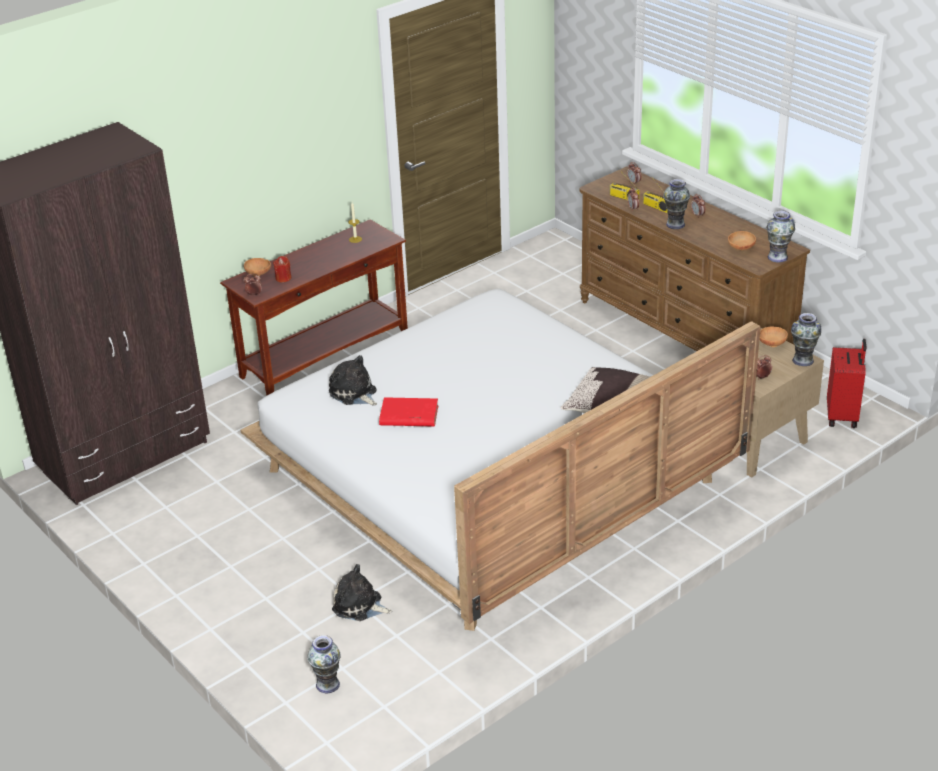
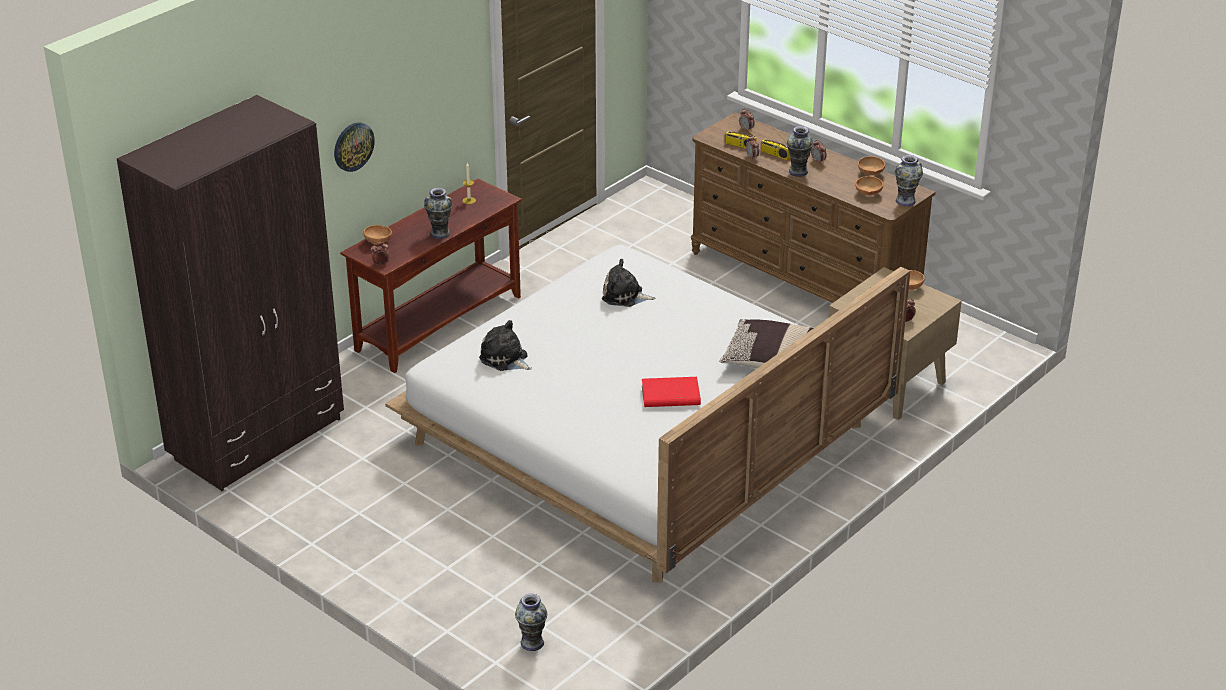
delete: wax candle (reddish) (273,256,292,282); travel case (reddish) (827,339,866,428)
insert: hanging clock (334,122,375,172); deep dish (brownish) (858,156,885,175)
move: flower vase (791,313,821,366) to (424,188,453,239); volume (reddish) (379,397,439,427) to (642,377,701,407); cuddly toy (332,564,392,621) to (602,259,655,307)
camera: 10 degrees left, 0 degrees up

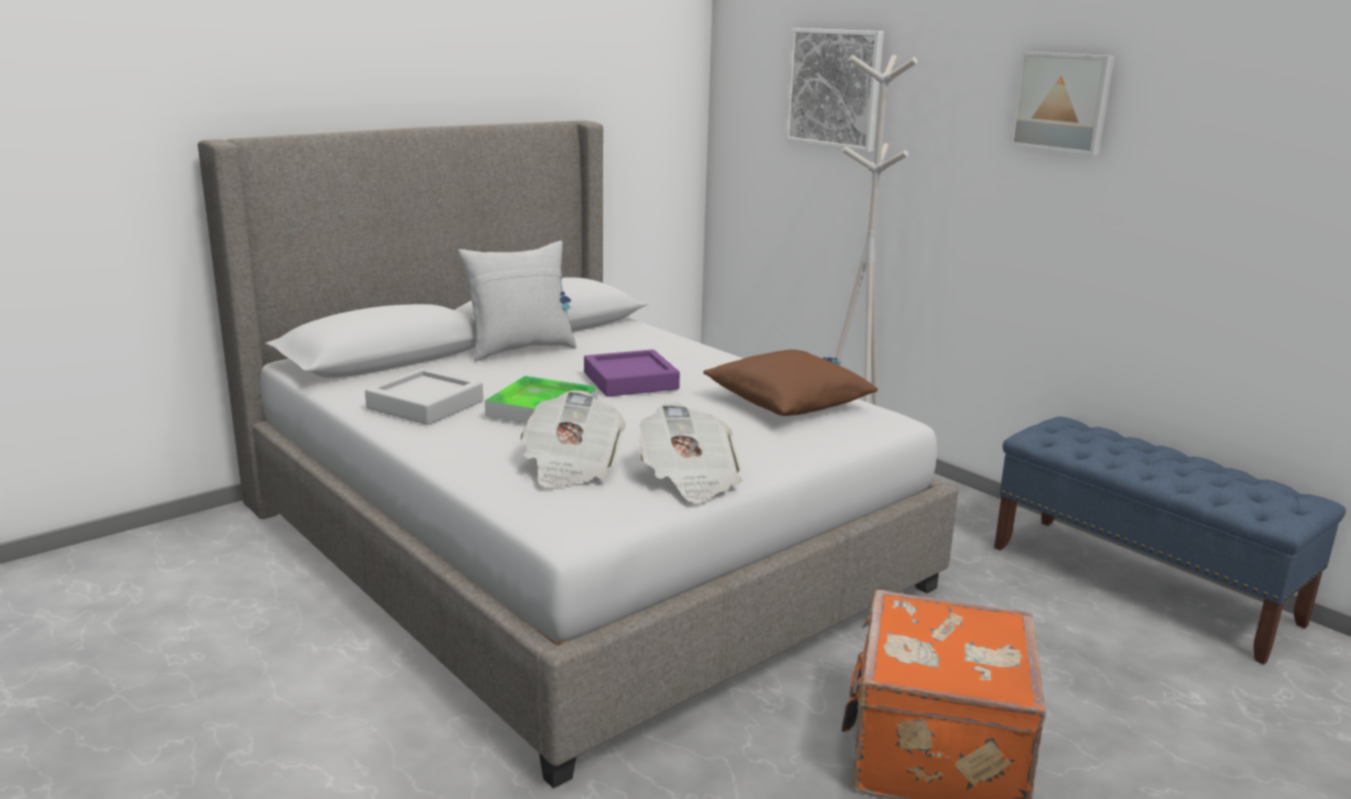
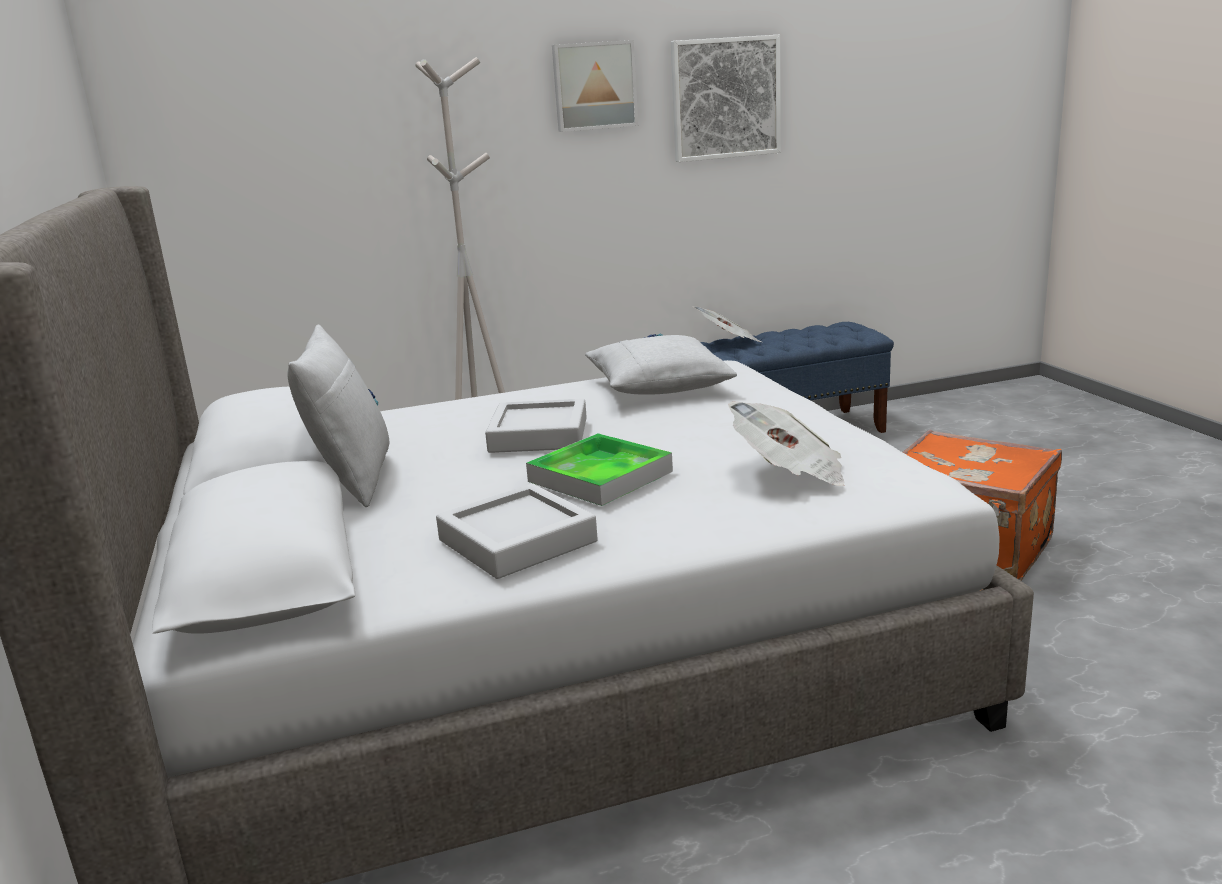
move: wall picture (785,28,884,152) to (671,35,781,162); newspaper (639,403,742,503) to (692,306,761,342)
recolor: serving tray (purplish) (584,349,680,397) to serving tray (grey) (485,399,587,453); cushion (brownish) (703,350,878,416) to cushion (grey) (585,334,737,395)
camera: 65 degrees left, 0 degrees up

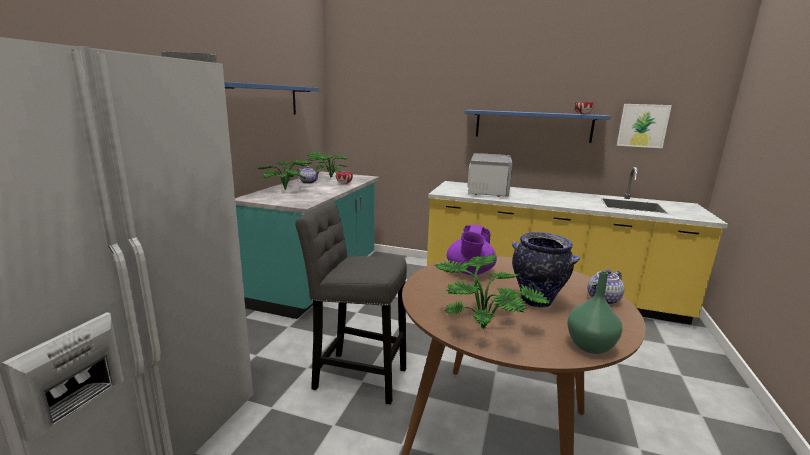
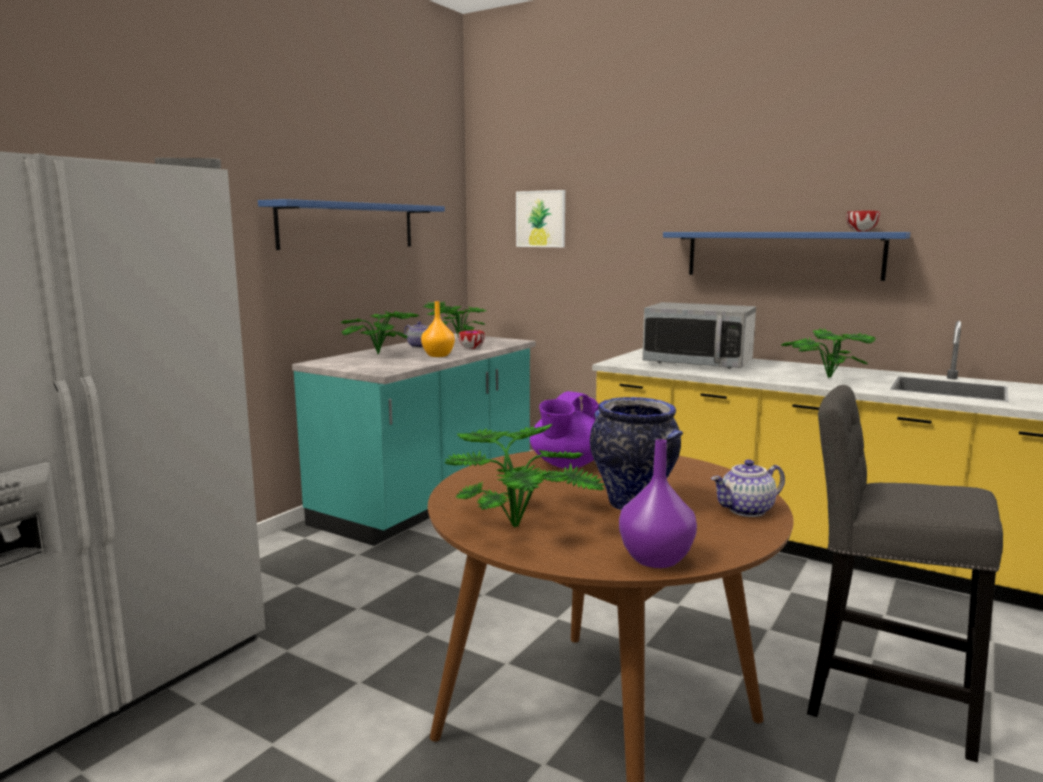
insert: flower vase (orangey) (421,301,455,357); potted plant (781,328,875,378)
move: wall picture (617,104,672,148) to (516,190,565,247); stool seat (grey) (295,202,407,405) to (807,385,1003,762)
recolor: flower vase (green-coloured) (567,271,622,354) to flower vase (purplish) (619,439,697,568)
rotate: kitchen microwave (467,153,513,197) = (642,302,756,369) 90 degrees clockwise
camera: 15 degrees right, 5 degrees down

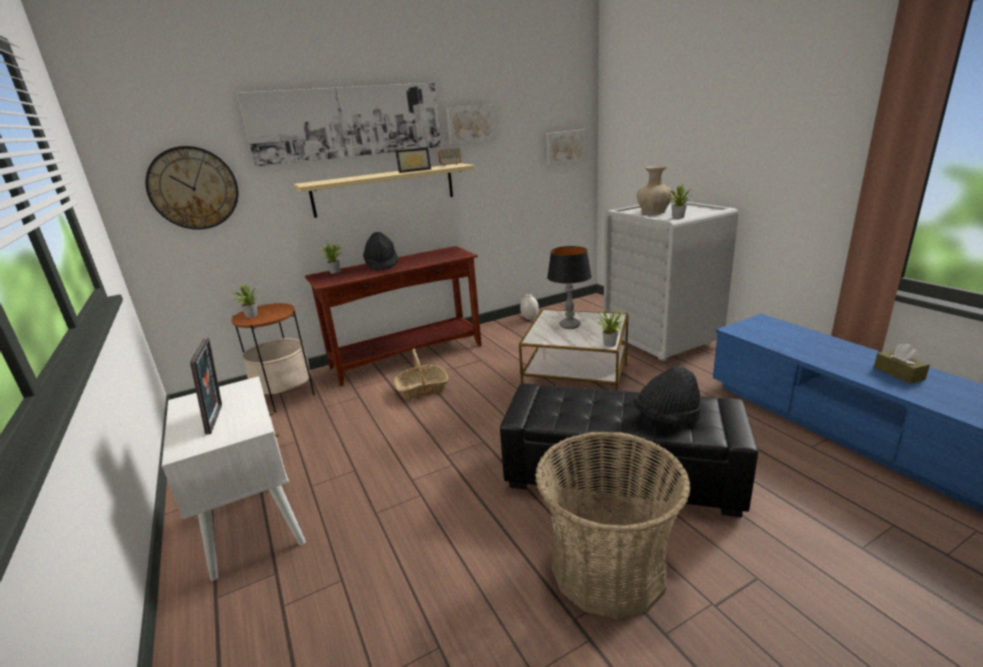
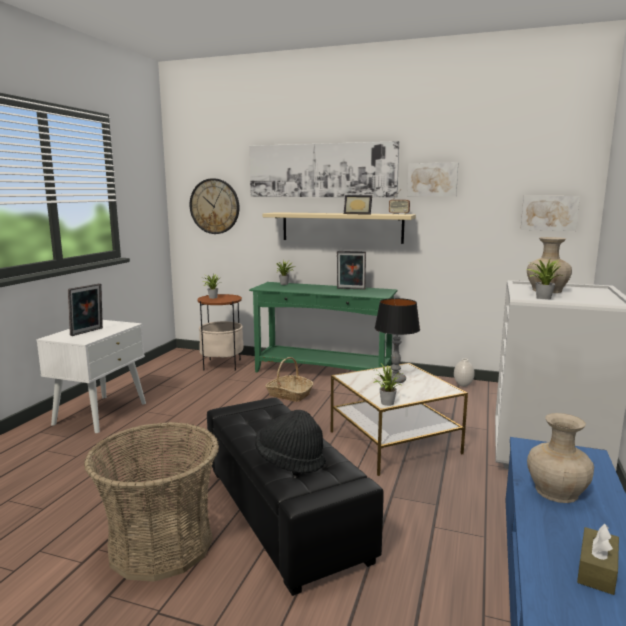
delete: clothing hat (blackish) (363,232,399,270)
insert: picture frame (337,251,366,290); flower vase (beige) (527,413,594,503)
recolor: narrow table (brownish) (305,246,482,386) to narrow table (green-coloured) (249,282,398,372)
camera: 45 degrees right, 10 degrees down

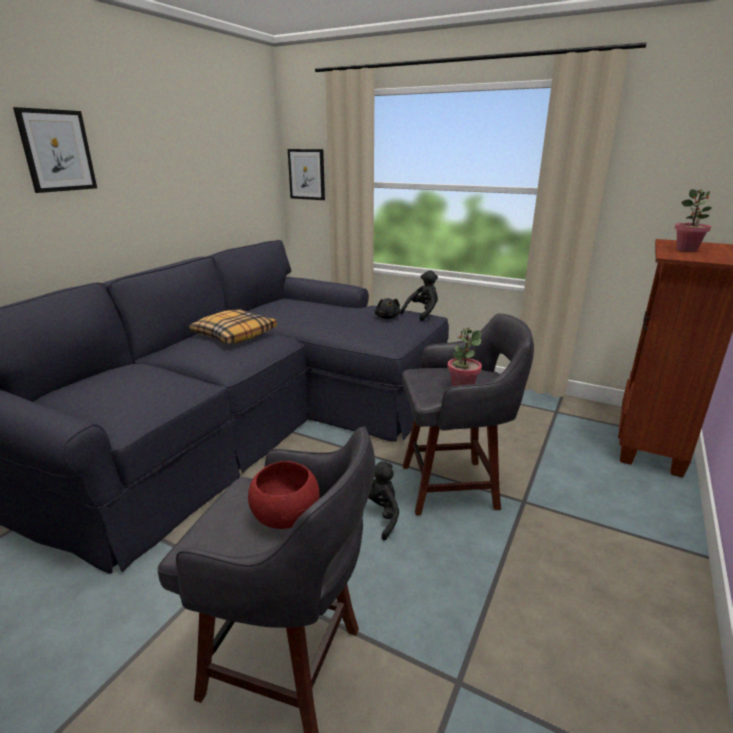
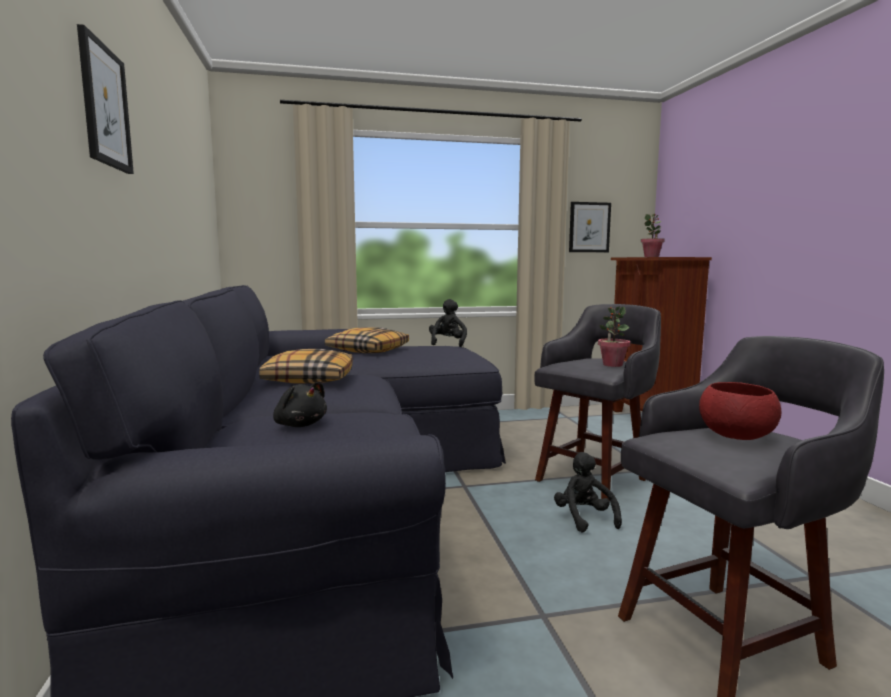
insert: cushion (325,327,409,353)
move: wall picture (288,149,325,200) to (569,202,611,252); cuddly toy (blackish) (375,298,400,319) to (273,381,327,427)
camera: 40 degrees left, 15 degrees down

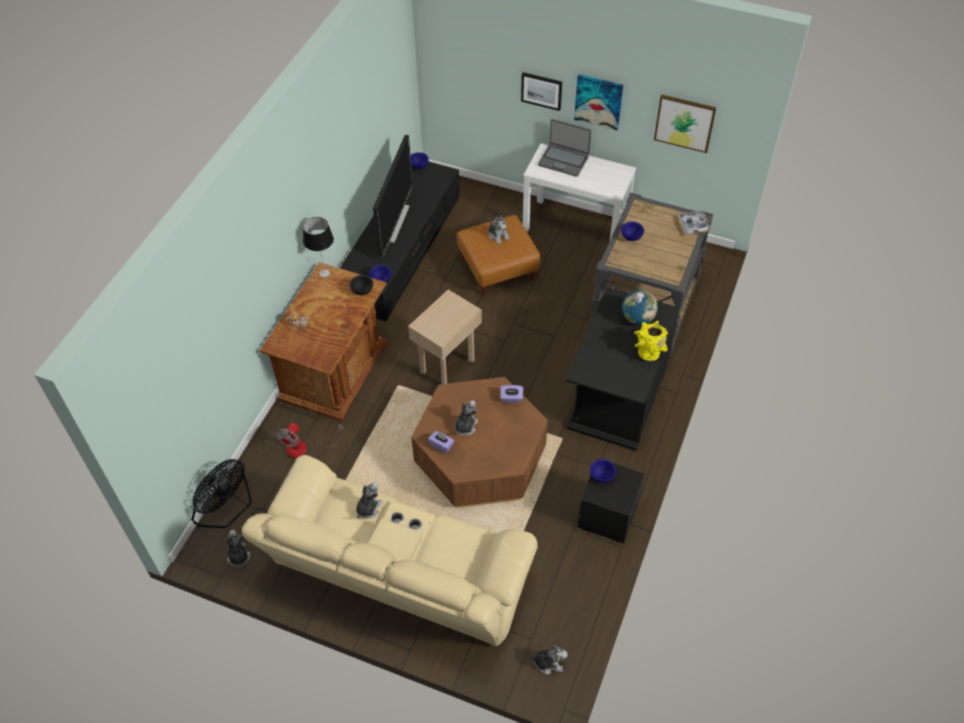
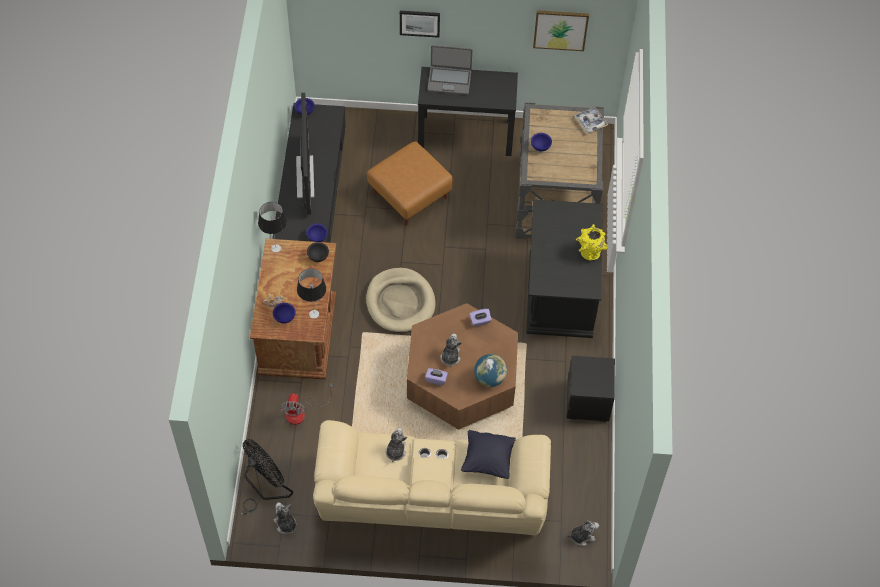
delete: wall picture (574,74,623,131); cuddly toy (488,215,510,244)
insert: table lamp (297,268,326,319); cushion (blackish) (461,430,516,479)
move: globe (622,290,658,325) to (474,354,507,387); deep dish (blue-coloured) (590,459,616,483) to (273,303,295,323)
replace: accent table (beige) (408,289,482,384) to dog bed (beige) (366,268,436,332)
recolor: narrow table (whitish) (523,143,636,239) to narrow table (blackish) (418,67,518,156)
rotate: fan (blackish) (191,459,267,528) = (243,439,293,515) 120 degrees clockwise
camera: 20 degrees left, 5 degrees up

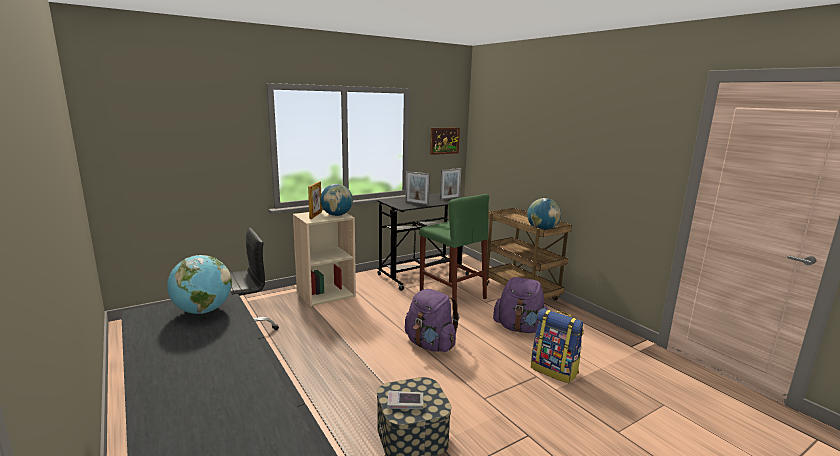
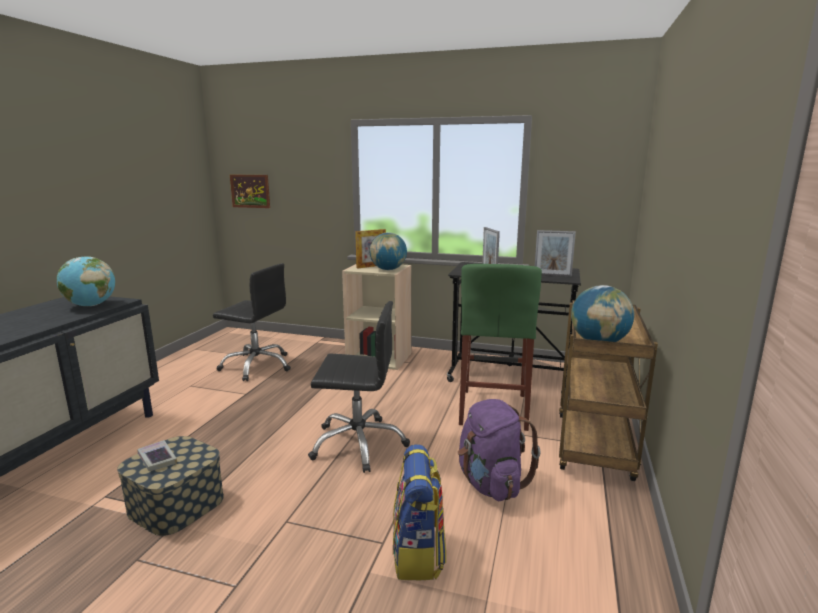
move: wall picture (430,127,460,155) to (230,175,270,208)
replace: knapsack (purplish) (405,289,459,352) to computer chair (blackish) (308,301,410,473)
camera: 50 degrees right, 0 degrees up

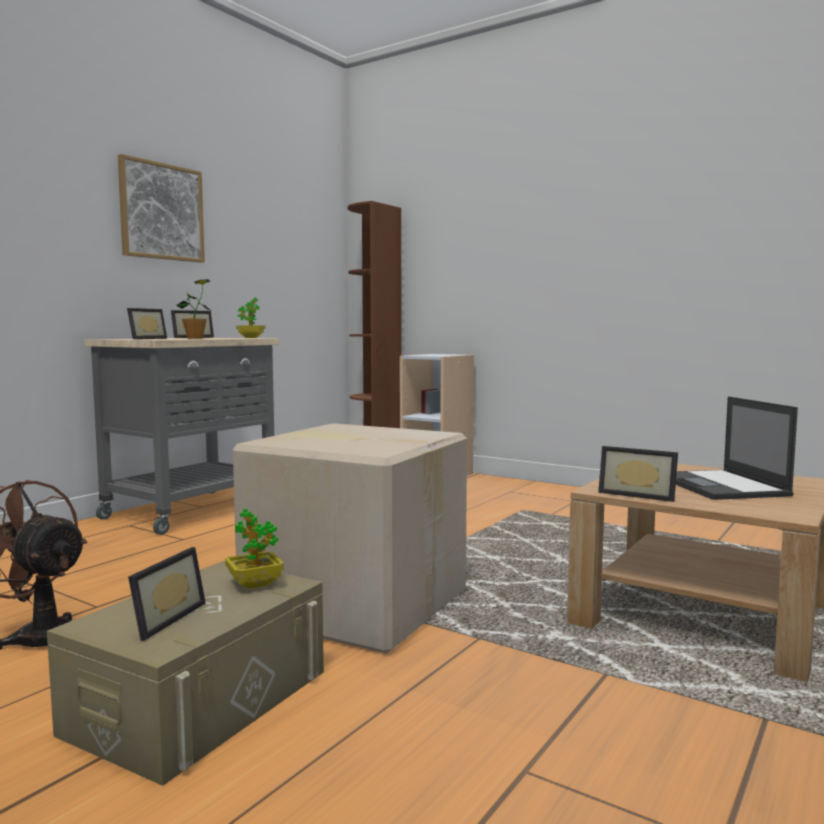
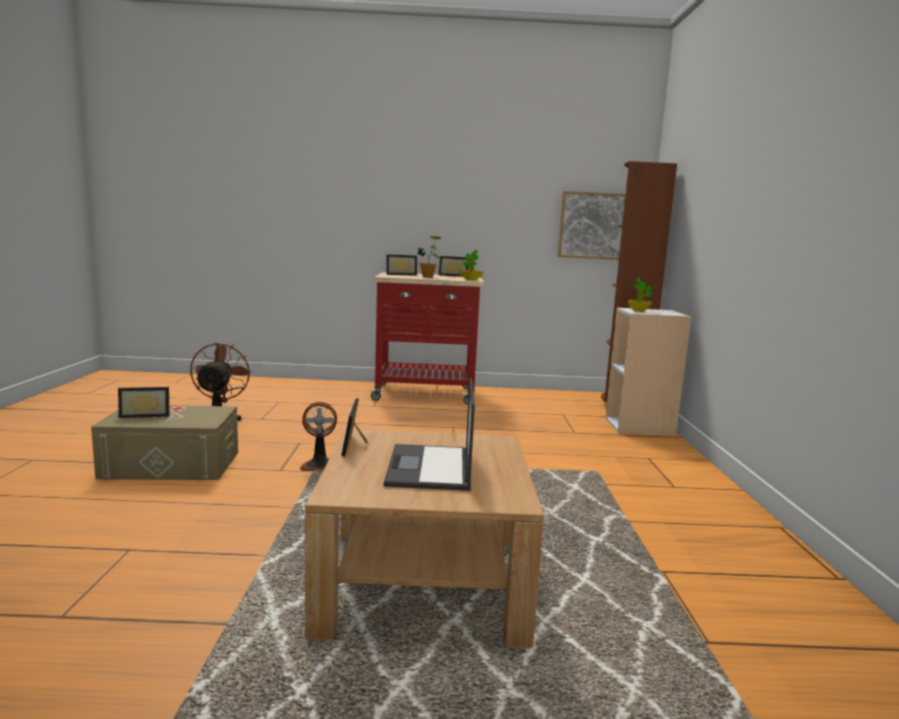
move: wall picture (118,154,205,263) to (557,191,626,260); potted plant (225,508,284,589) to (628,278,652,312)
replace: carton (233,423,467,654) to fan (300,402,337,471)
recolor: cart (grey) (85,338,279,535) to cart (reddish) (371,272,484,405)
rotate: laptop (676,396,798,500) = (384,378,475,491) 45 degrees counterclockwise
camera: 55 degrees right, 5 degrees up

